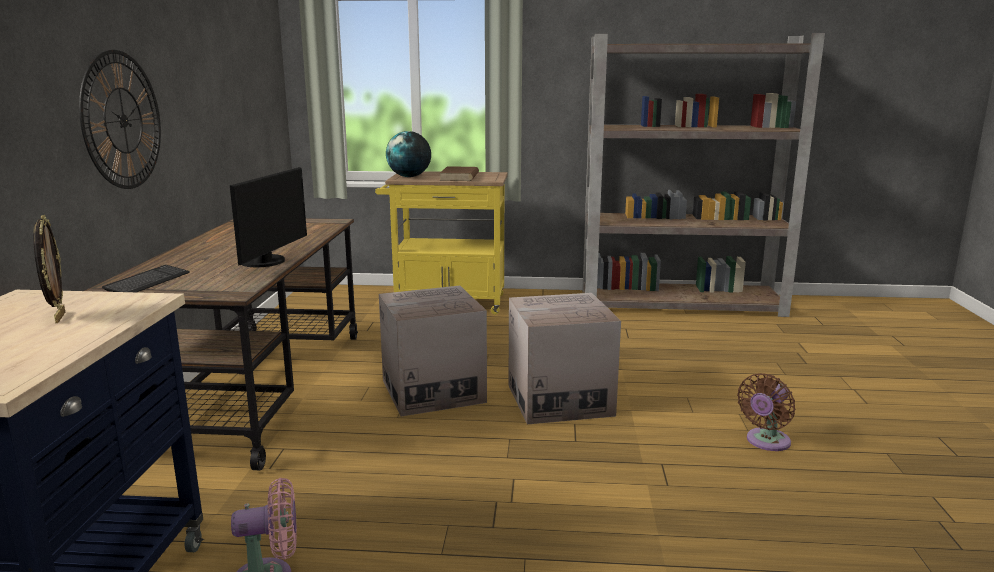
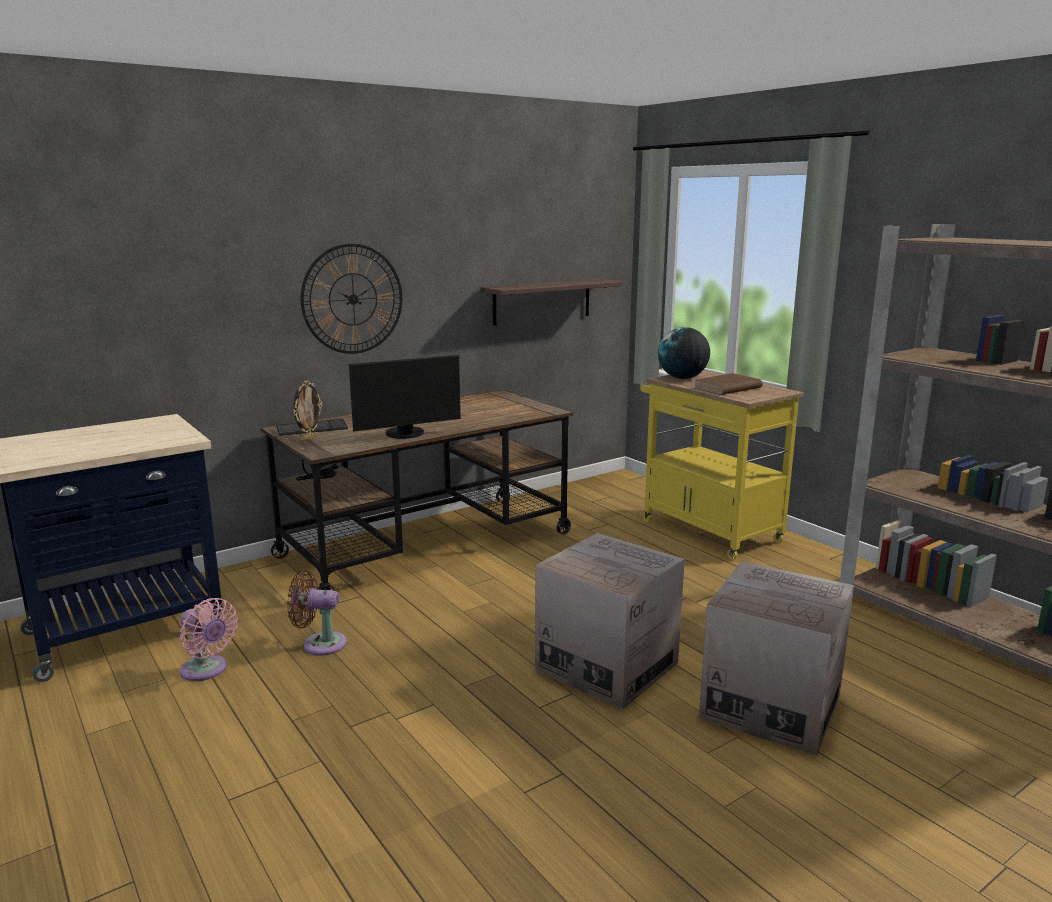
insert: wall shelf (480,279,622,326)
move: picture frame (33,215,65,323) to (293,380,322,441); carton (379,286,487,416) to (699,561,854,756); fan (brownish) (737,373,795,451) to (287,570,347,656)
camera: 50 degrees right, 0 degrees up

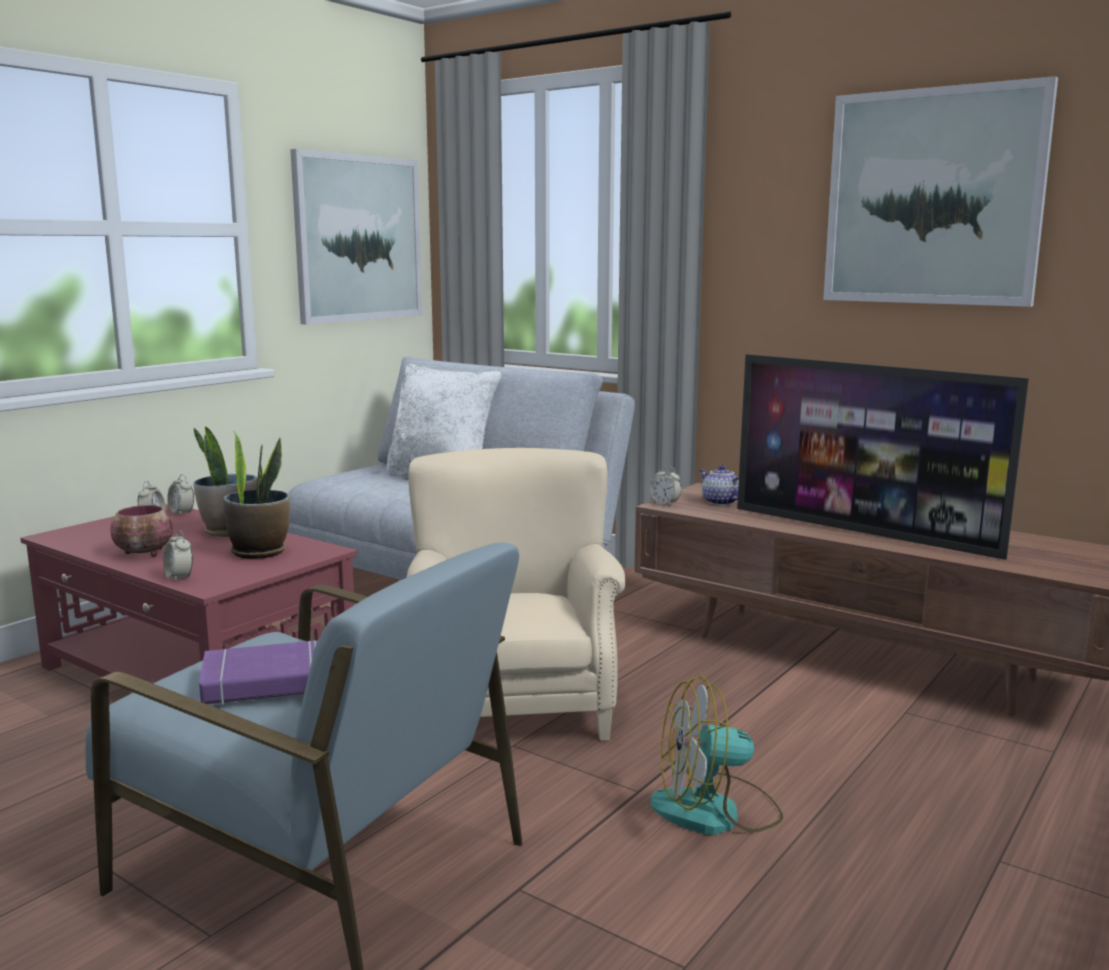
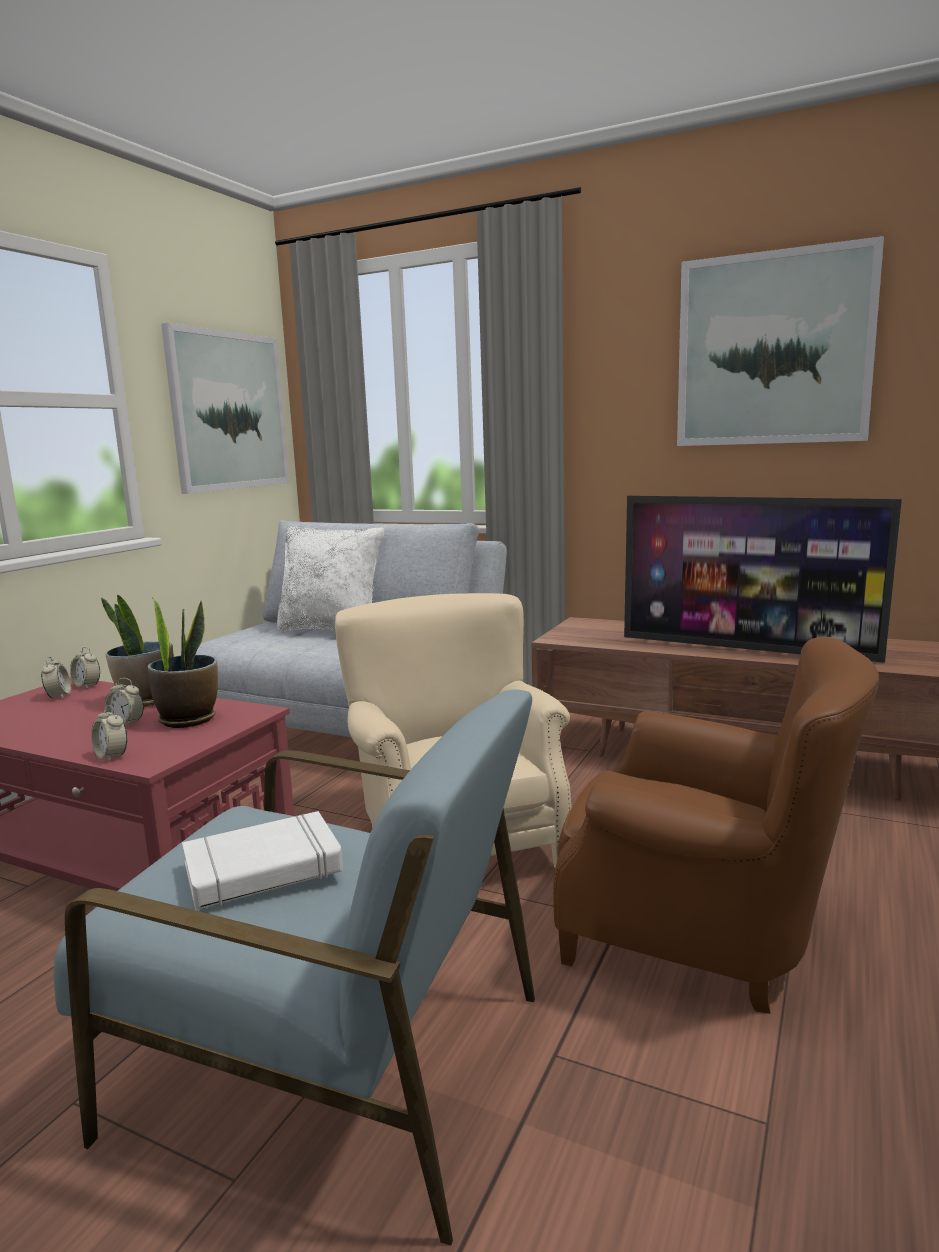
delete: tea pot (699,465,739,505); deep dish (110,505,173,557)
move: alarm clock (649,466,681,506) to (104,678,144,727)
replace: fan (650,676,783,835) to lounge chair (brownish) (553,637,879,1014)
recolor: volume (purplish) (199,640,318,705) to volume (whitish) (182,811,343,910)
camera: 10 degrees left, 0 degrees up

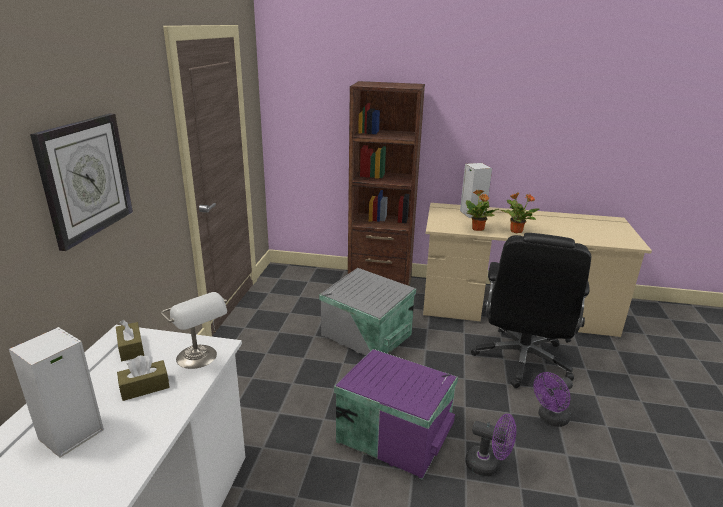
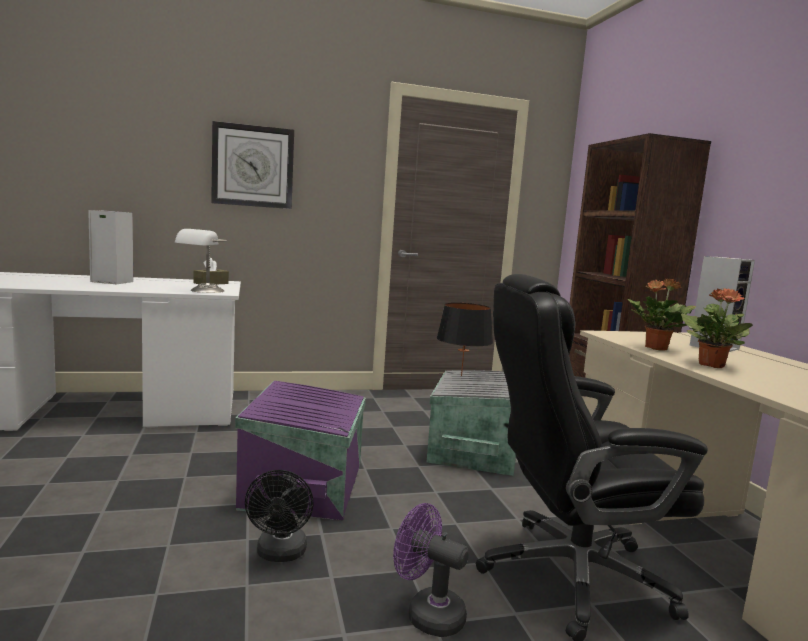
delete: tissue box (brownish) (117,355,170,401)
insert: table lamp (blackish) (437,303,493,376)
recolor: fan (purplish) (465,414,516,476) to fan (blackish) (245,470,314,562)
camera: 65 degrees right, 15 degrees down

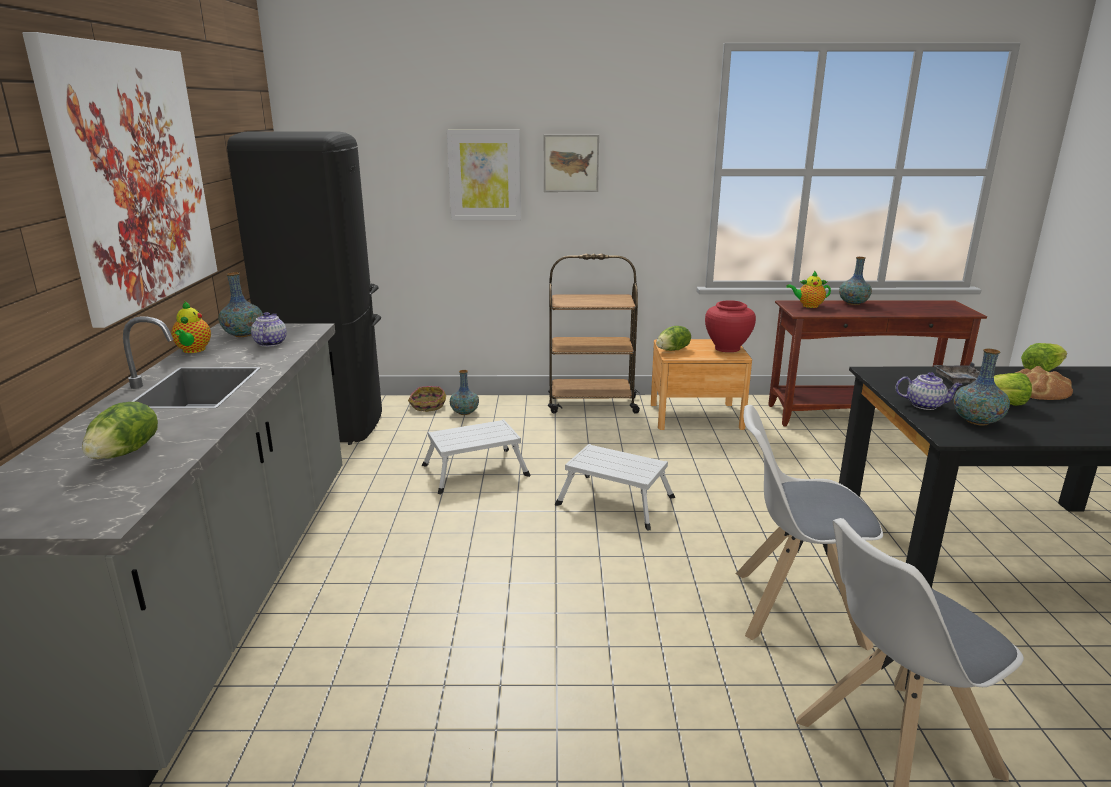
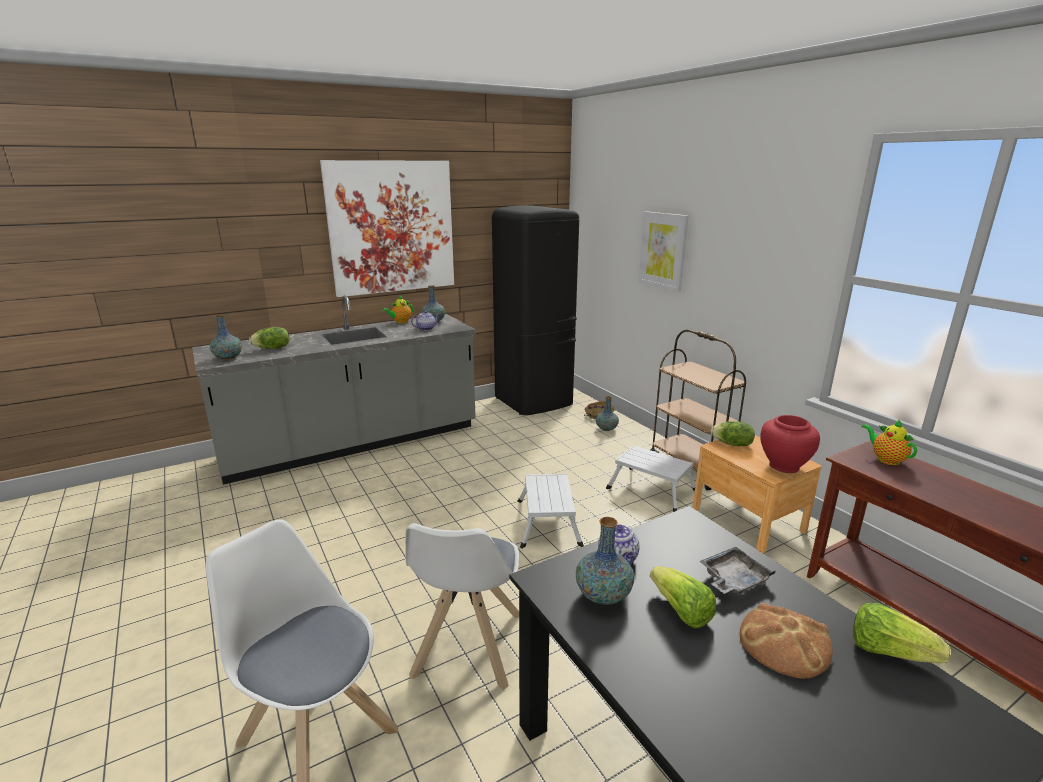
delete: wall picture (544,135,599,192)
move: flower vase (839,257,872,305) to (210,314,242,360); stepladder (whitish) (422,419,531,494) to (606,445,695,512)
rotate: plain chair (736,405,883,651) = (405,523,519,690) 150 degrees counterclockwise
camera: 60 degrees right, 0 degrees up

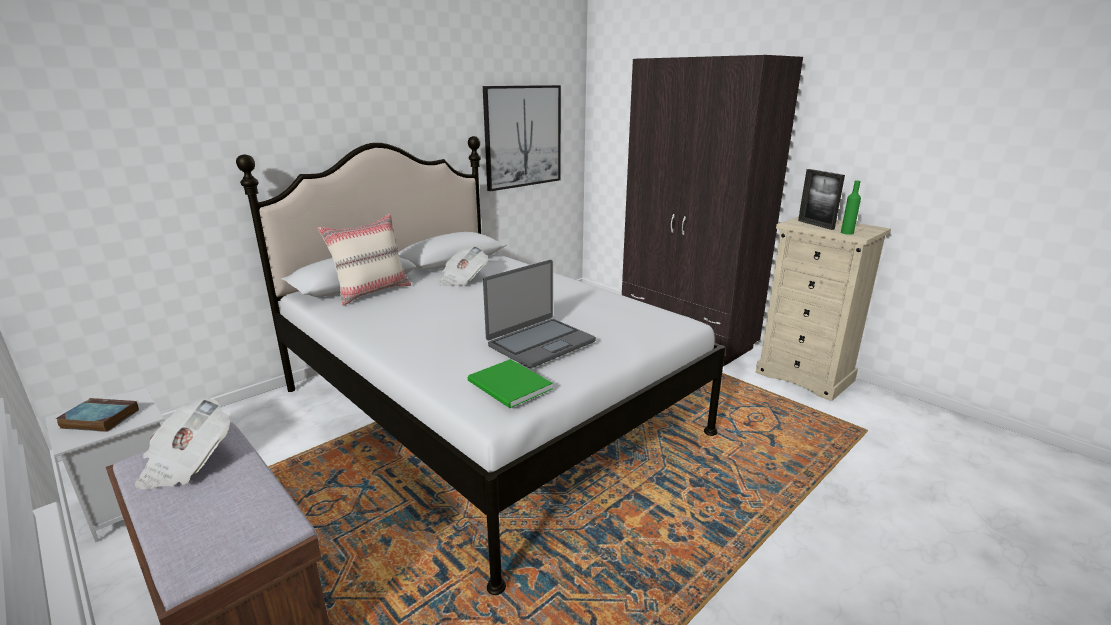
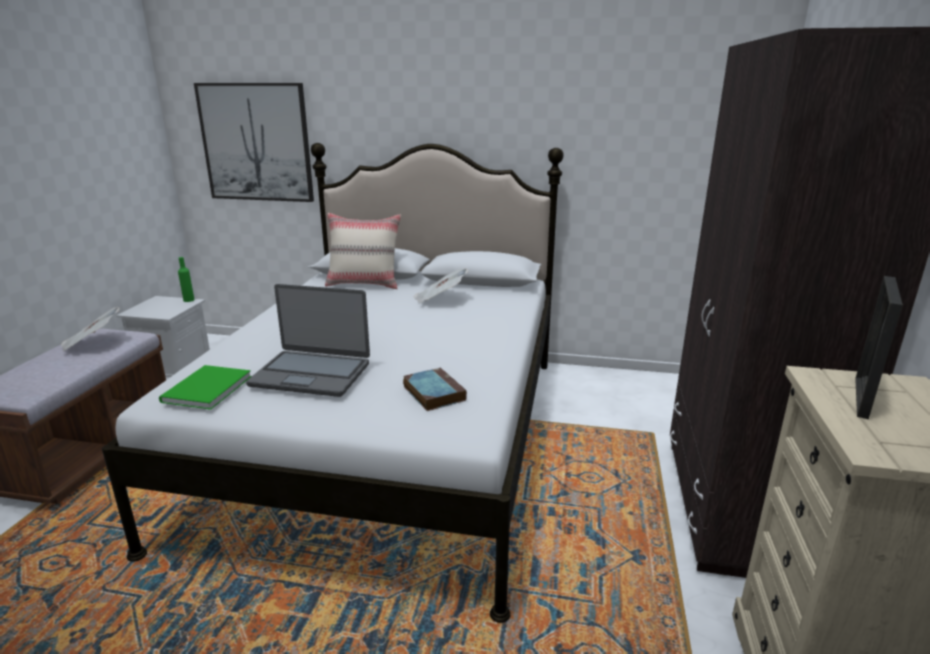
move: wall picture (483,85,561,191) to (194,83,314,202); beverage bottle (green-coloured) (841,181,861,235) to (178,257,194,302); volume (56,398,139,432) to (403,368,467,411)
camera: 55 degrees right, 0 degrees up

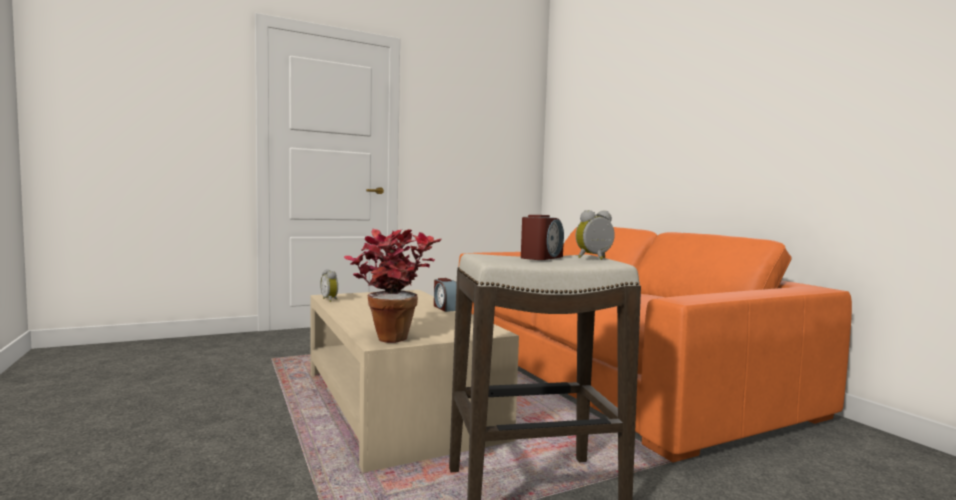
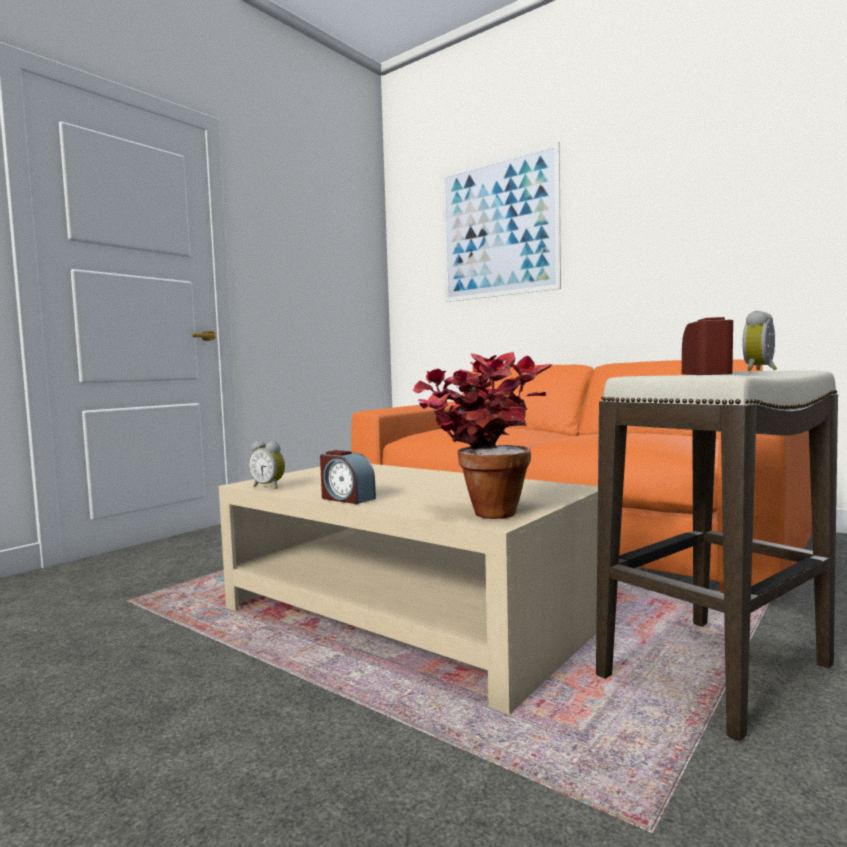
insert: wall picture (442,142,561,302)
move: alarm clock (434,278,457,312) to (320,450,376,504)
camera: 25 degrees left, 0 degrees up

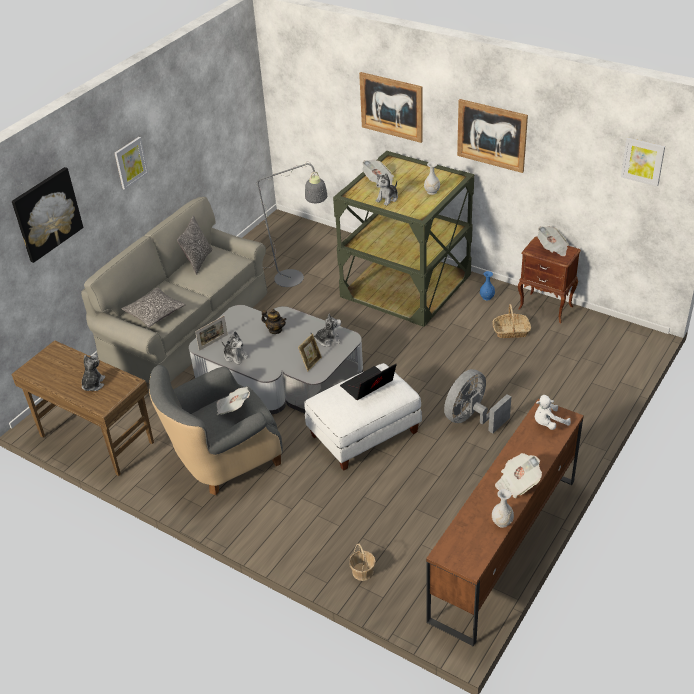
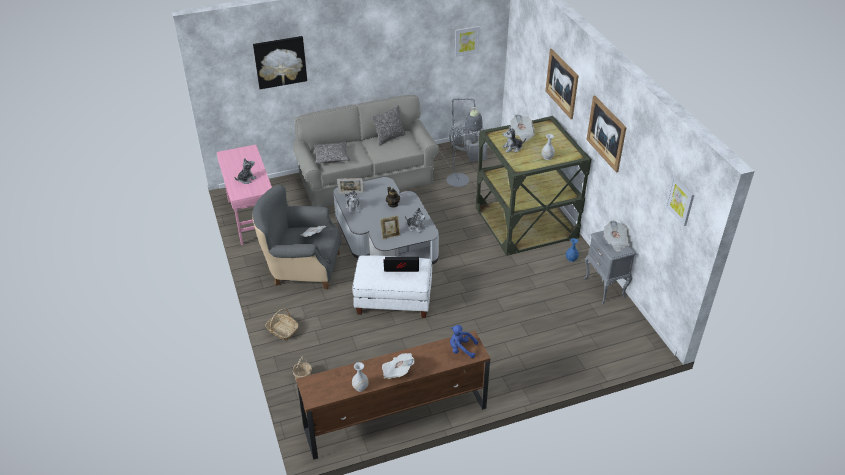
move: wall picture (115,137,148,190) to (455,26,479,57); basket (492,304,531,338) to (265,309,299,341); fan (grey) (444,369,511,433) to (449,119,488,162)
recolor: bedside table (brownish) (518,236,581,323) to bedside table (grey) (584,231,636,304); narrow table (brownish) (11,340,154,476) to narrow table (pink) (217,145,272,245); cuddly toy (whitish) (535,395,571,430) to cuddly toy (blue-coloured) (450,325,478,358)
camera: 35 degrees right, 0 degrees up

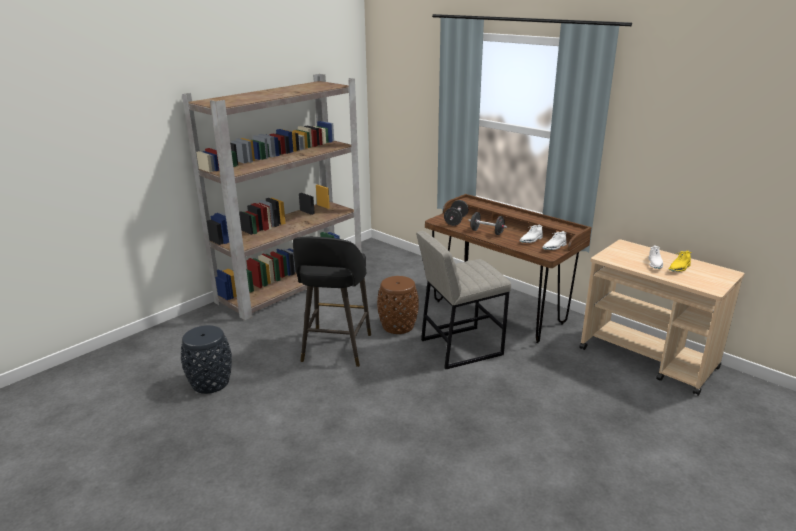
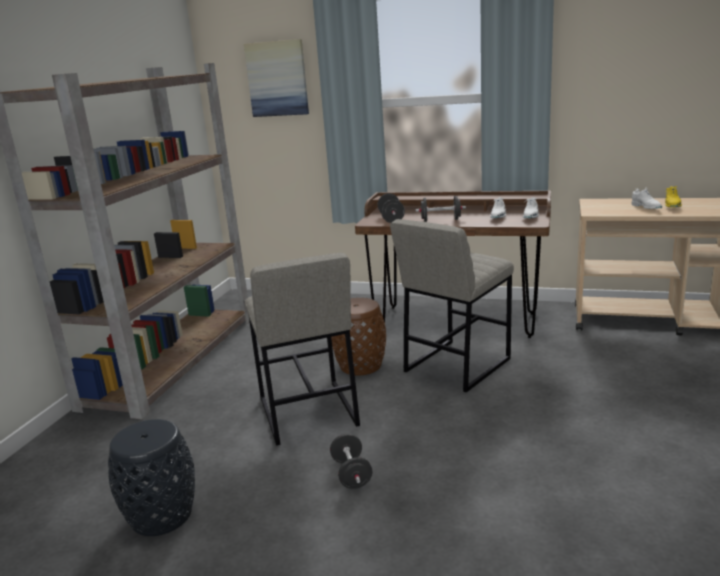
insert: wall picture (244,39,309,117); dumbbell (blackish) (330,433,372,489)
replace: stool seat (blackish) (293,237,371,367) to plain chair (grey) (245,253,360,445)
camera: 25 degrees left, 5 degrees down

